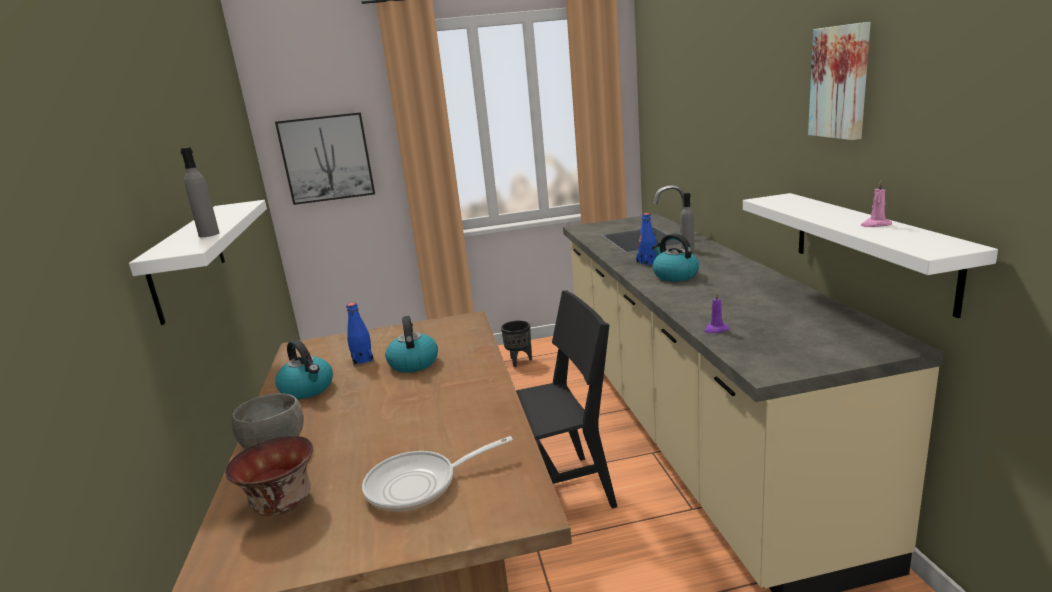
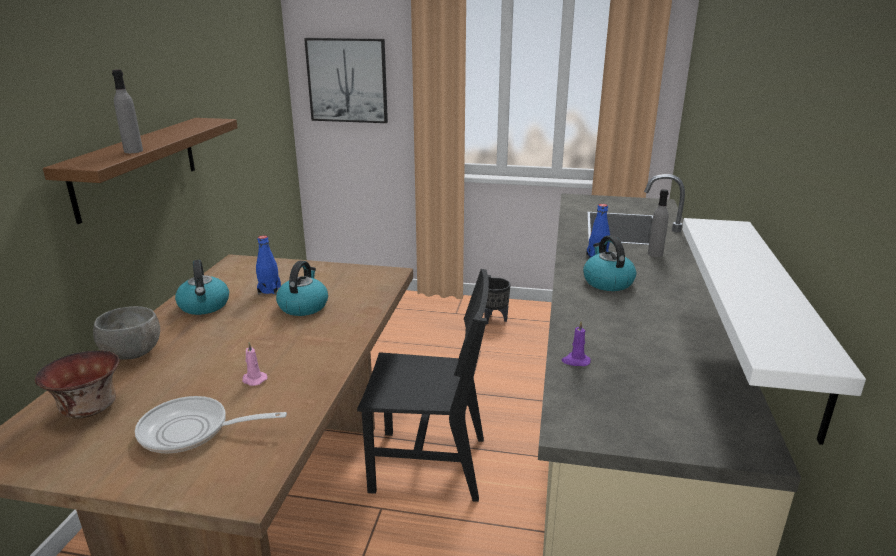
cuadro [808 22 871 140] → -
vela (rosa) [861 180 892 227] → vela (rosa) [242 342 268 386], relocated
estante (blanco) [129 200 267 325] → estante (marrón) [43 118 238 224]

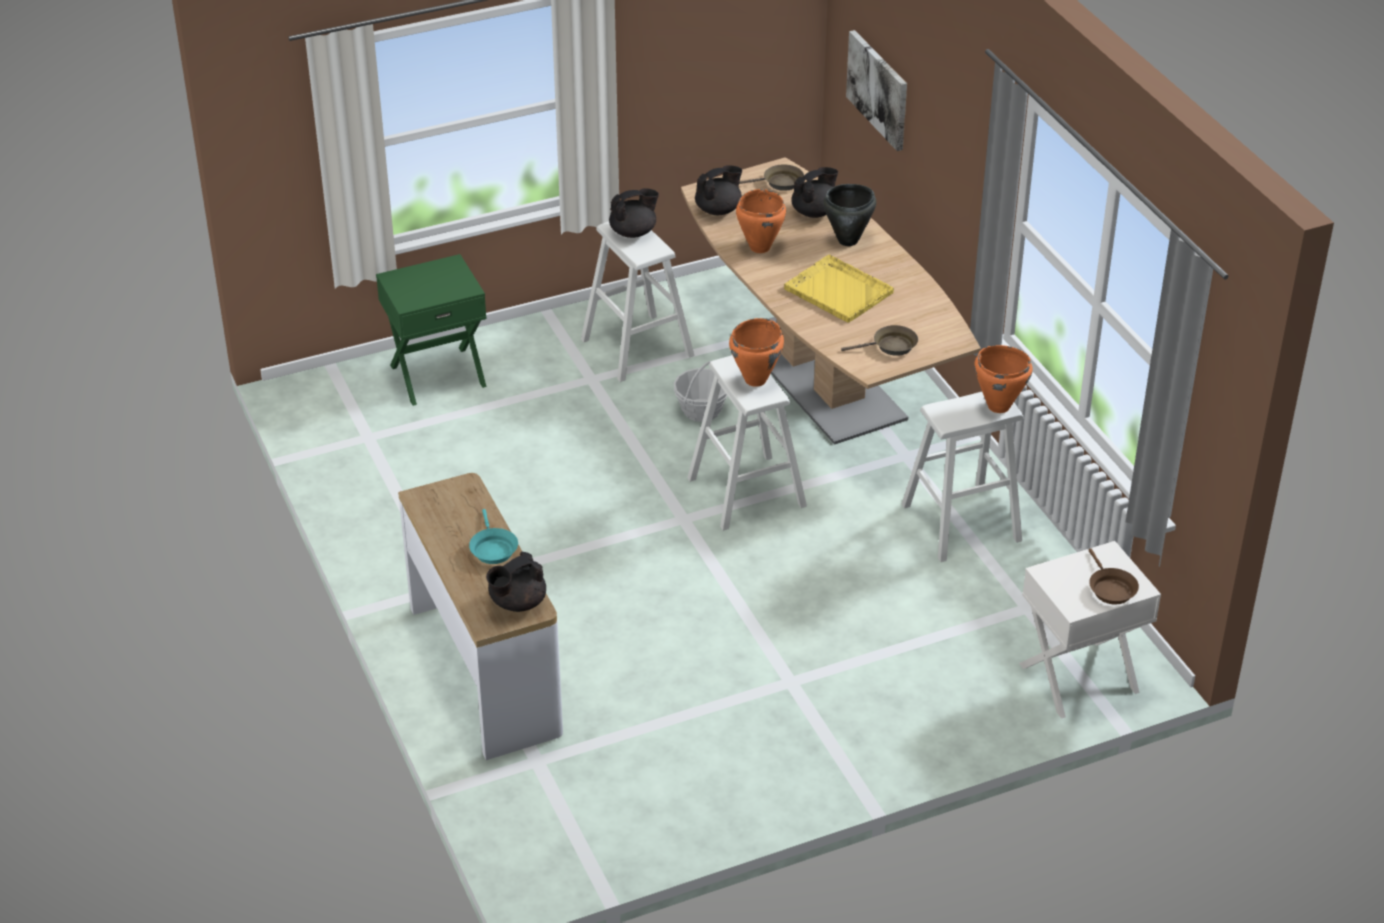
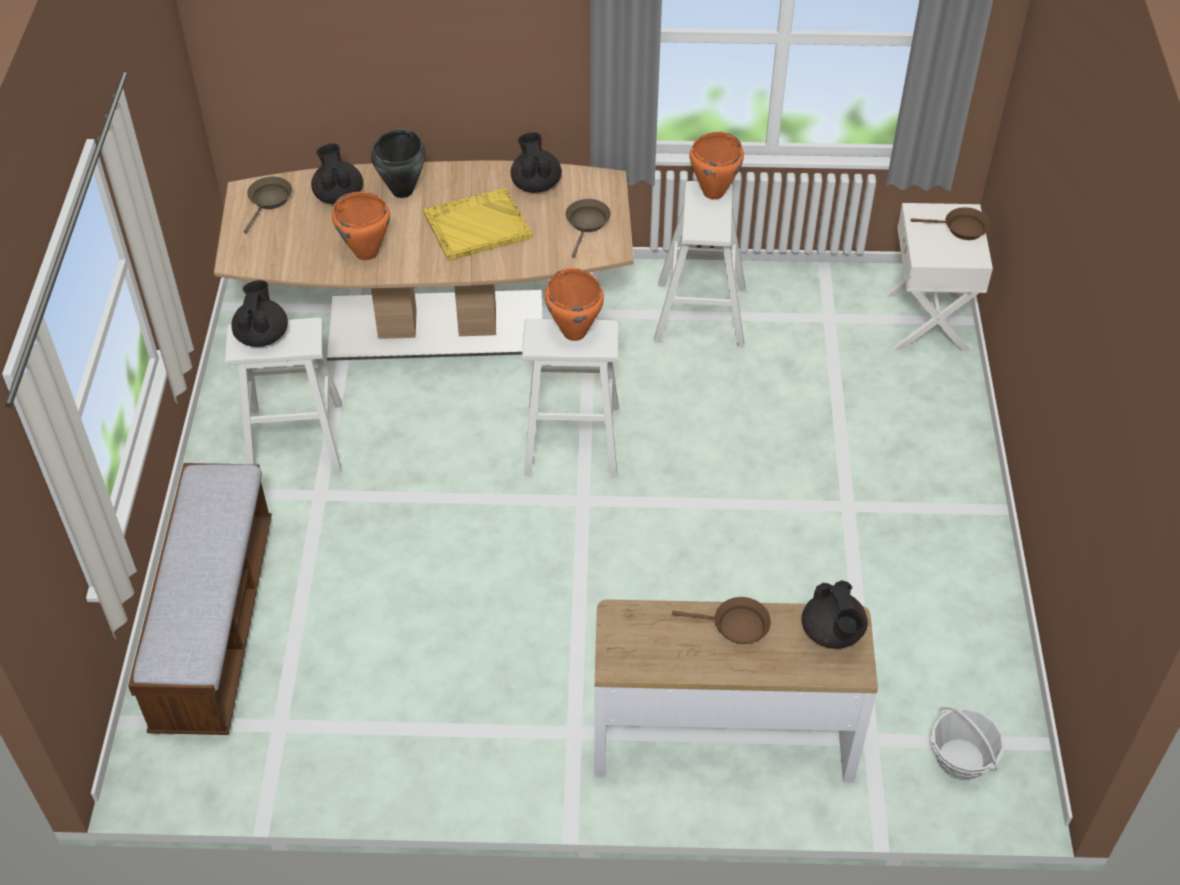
cuadro [846 30 907 151] → -
tetera (negro) [695 165 742 215] → tetera (negro) [511 132 562 193], relocated
mesita de noche (verde) [376 254 487 406] → banco [128 463 272 735]
cesta [674 361 727 422] → cesta [931 707 1005 780], relocated
sartén (turquesa) [469 509 518 564] → sartén (marrón) [672 597 771 644]

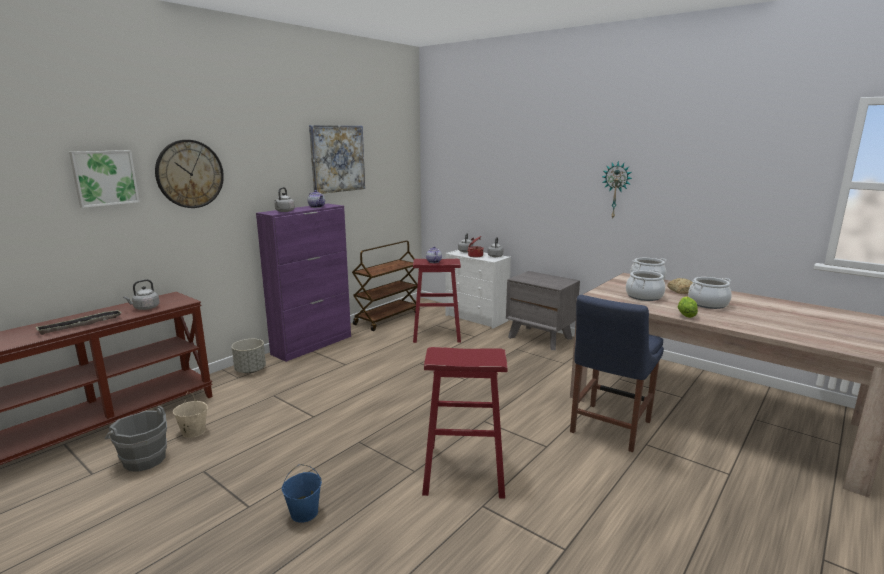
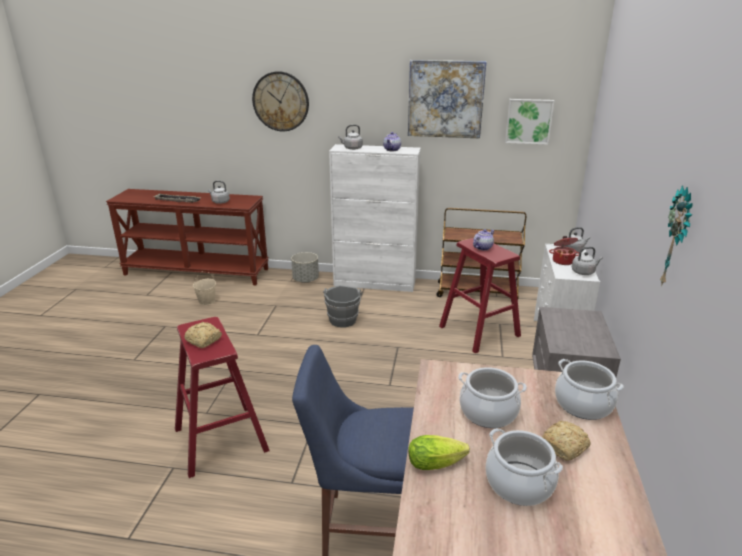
cuadro [69 150 140 208] → cuadro [505 99 554 145], relocated
armario (morado) [256 204 351 362] → armario (blanco) [329 144 421 292]
cubo (gris) [105 406 167 472] → cubo (gris) [323 285 362 328], relocated
cubo (azul) [282 464 322 523] → -
- → pan [185 322 222 348]

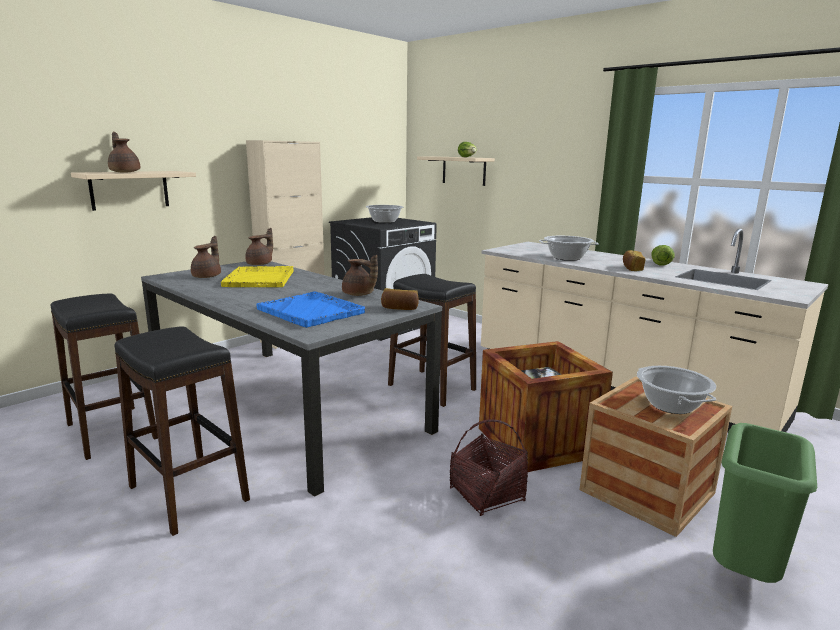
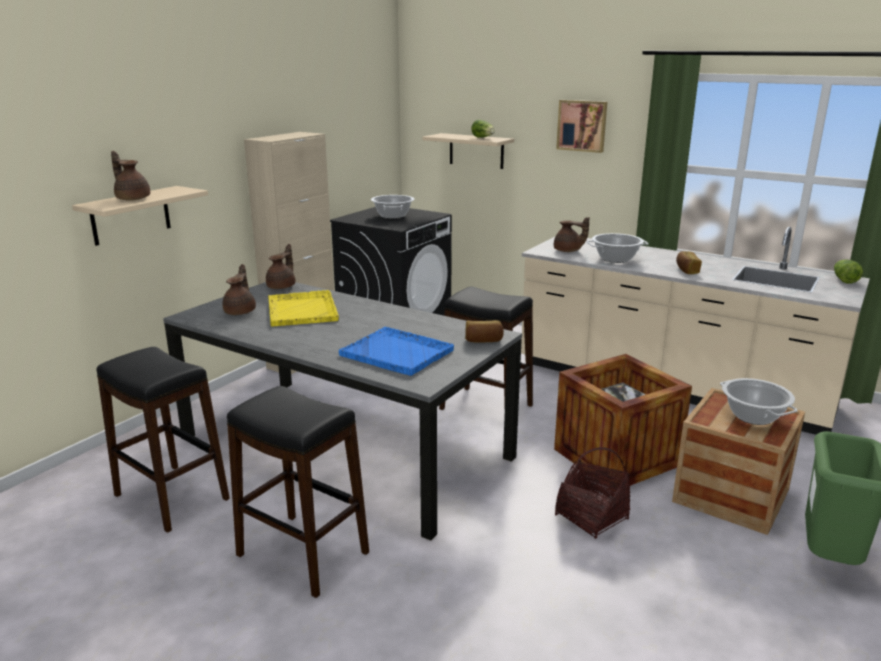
lechuga [651 245 675 266] → lechuga [834 260 863 284], relocated
tetera (marrón) [342 255 378 296] → tetera (marrón) [554 217 590 252], relocated
- → cuadro [556 100 607 153]

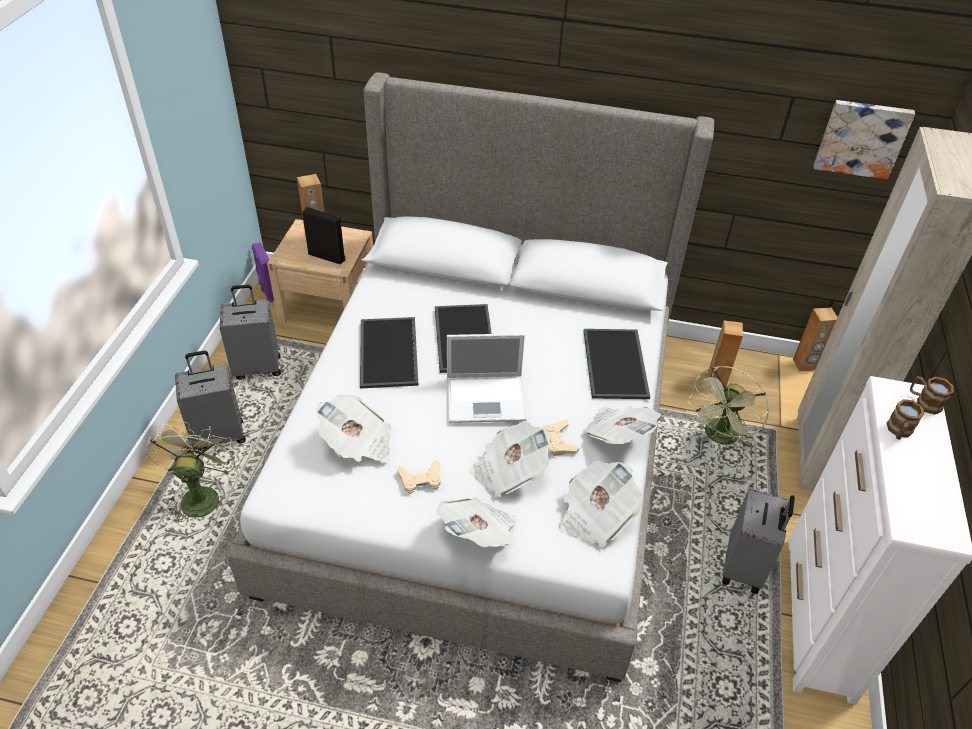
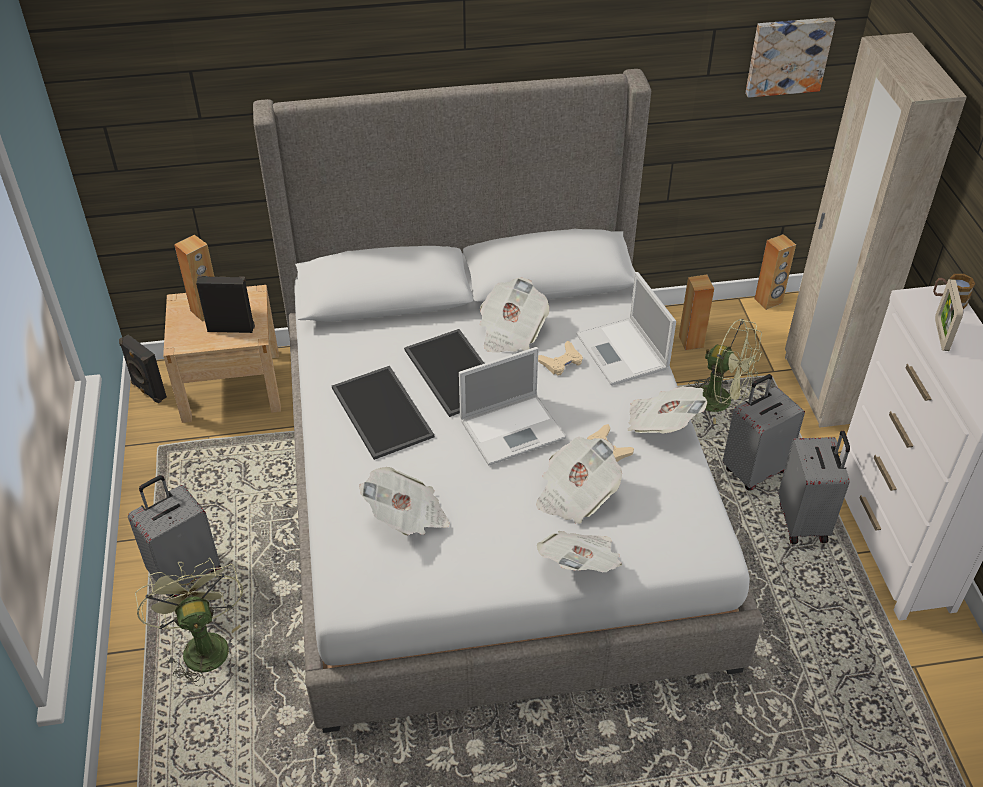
altavoz (morado) [252 242 274 302] → altavoz (negro) [119 334 167 403]
maleta (gris) [220 285 281 380] → maleta (gris) [722 374 805 491], relocated
bandeja [584 329 650 399] → portátil [576 272 676 386]
ventilador (verde) [687 366 769 449] → ventilador (verde) [688 319 762 424], 75 degrees counterclockwise
taza grande [887 399 924 440] → portarretratos [935 279 963 351]
mando de consola (beis) [397 460 441 494] → mando de consola (beis) [538 341 583 376], relocated
periódico [559 460 642 547] → periódico [480 277 549 353], relocated

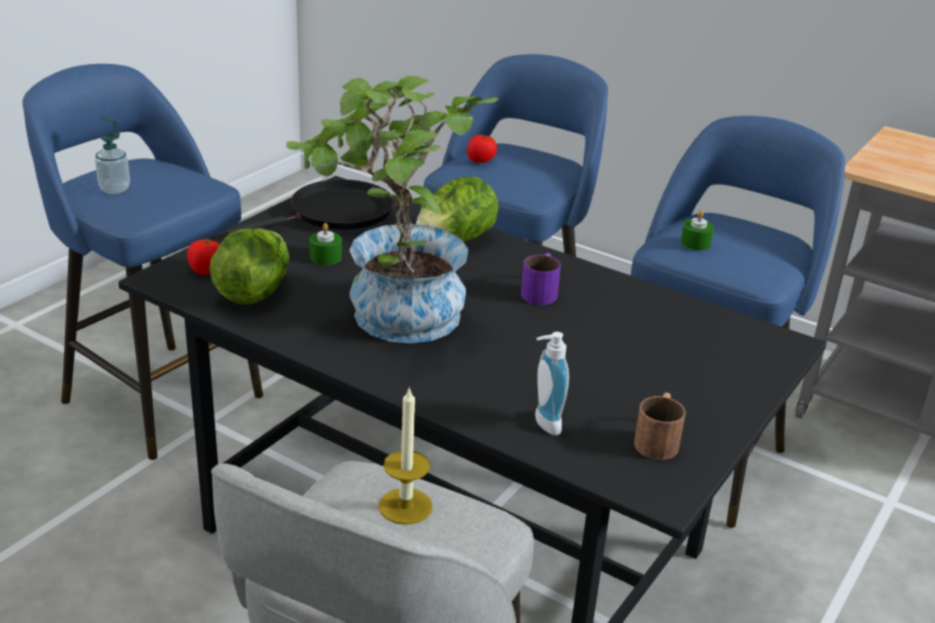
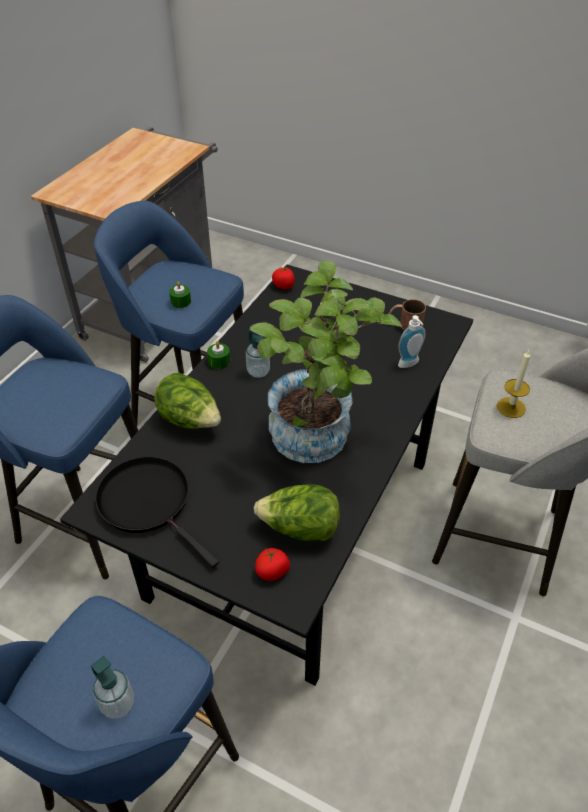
tomate [467 135 497 163] → tomate [272 267 295 290], relocated
vela (verde) [310 223 342 265] → vela (verde) [207 341 230 369], relocated
taza grande (morado) [521 253 561 305] → dispensador de jabón [246 323 270 377]

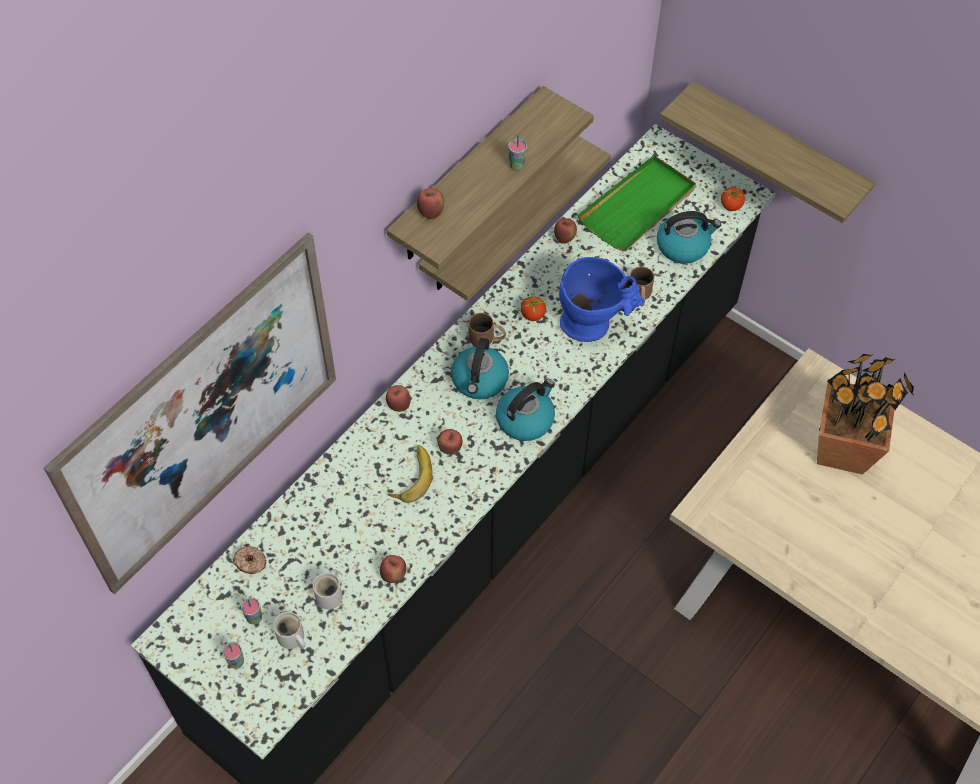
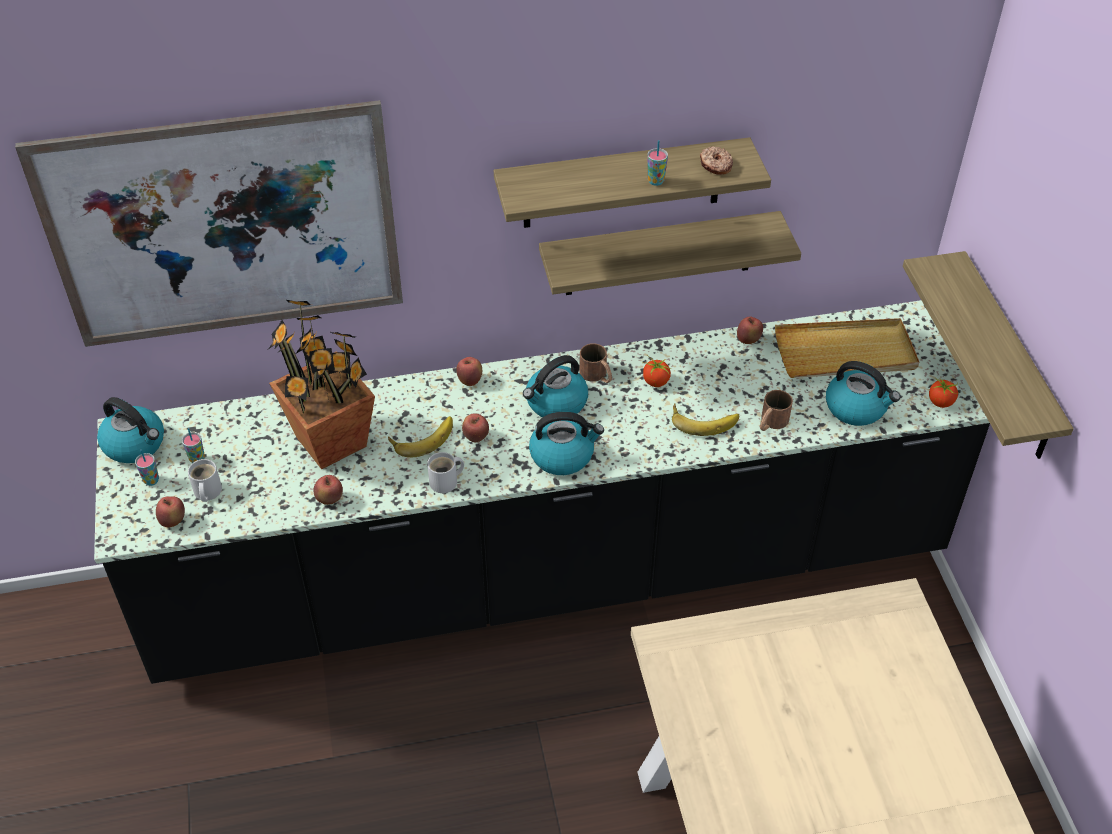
bandeja (verde) [578 155 696 251] → bandeja (beis) [775 318 919 378]
manzana [417 188 444 219] → manzana [156 496 185 528], relocated
florero (azul) [559 257 645 342] → plátano [672 404 739 436]
planta en maceta [817 354 914 475] → planta en maceta [268 300 375 469], relocated
rosquilla [233 546 266 574] → rosquilla [700 146 733 175], relocated
taza grande (blanco) [313 569 342 610] → taza grande (blanco) [427 452 464 493], relocated
- → hervidor [97 397 164 463]

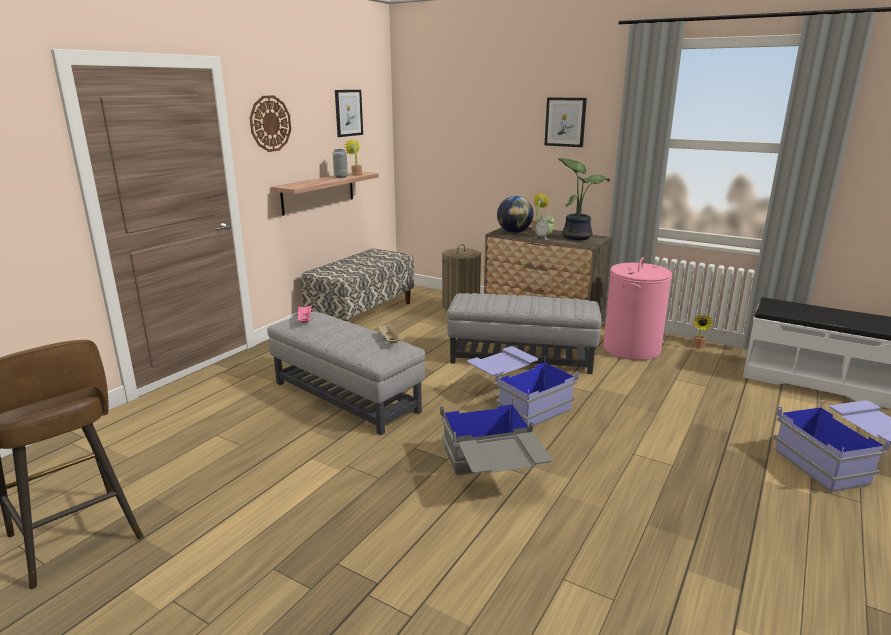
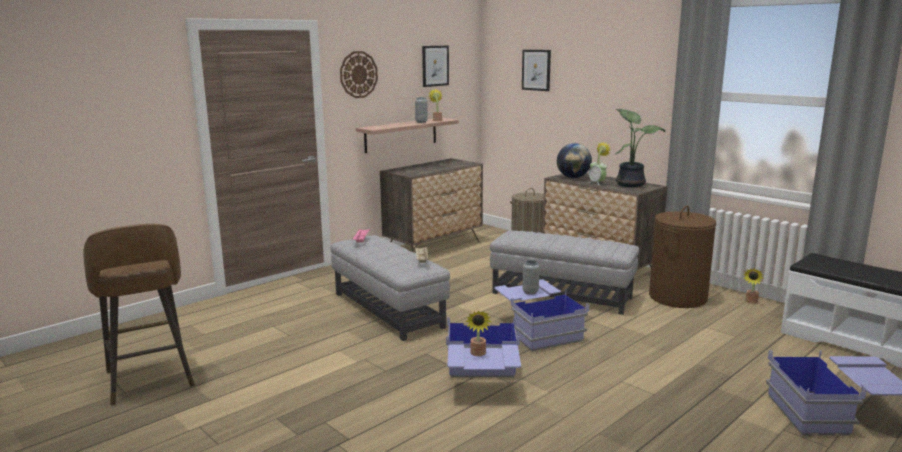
cuadro [544 97 587 147] → cuadro [522 50 551 91], relocated
banco [301 248 414 322] → cómoda [380 158 483 253]
cesto de la ropa (rosa) [603 257 672 360] → cesto de la ropa (marrón) [649 205 716 308]
caja de almacenaje (gris) [440 397 552 475] → caja de almacenaje (azul) [446 317 521 377]
- → florero (gris) [522 260 540 295]
- → planta en maceta [466 310 491 356]

